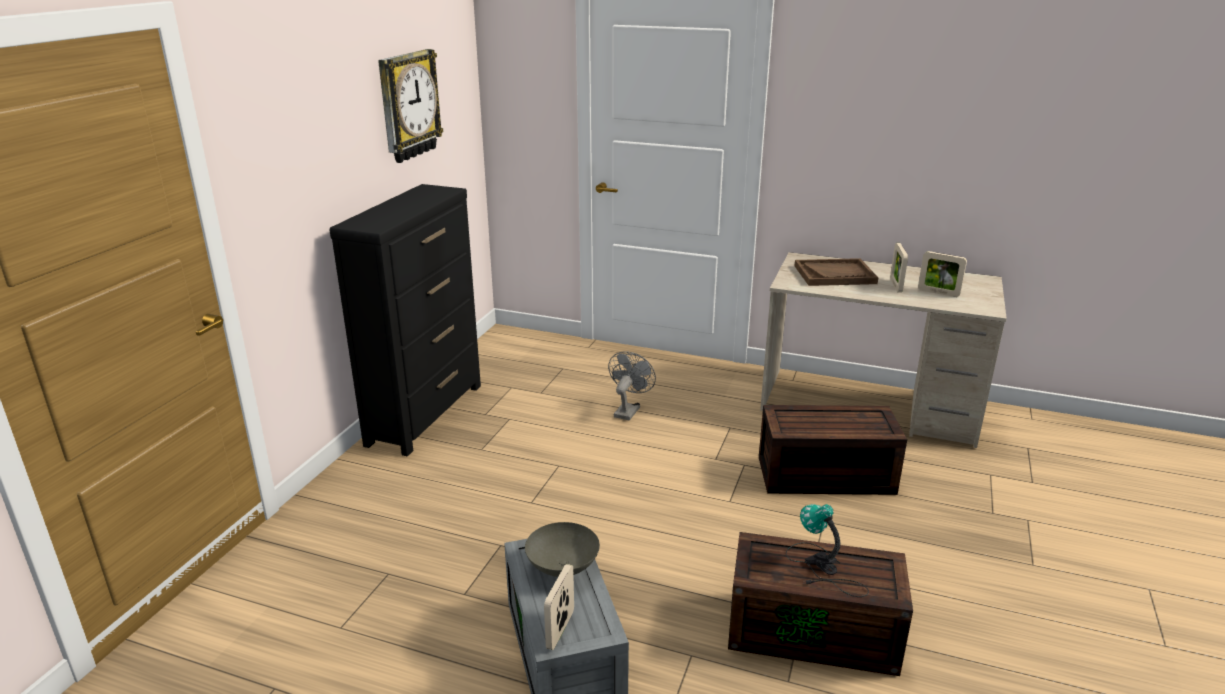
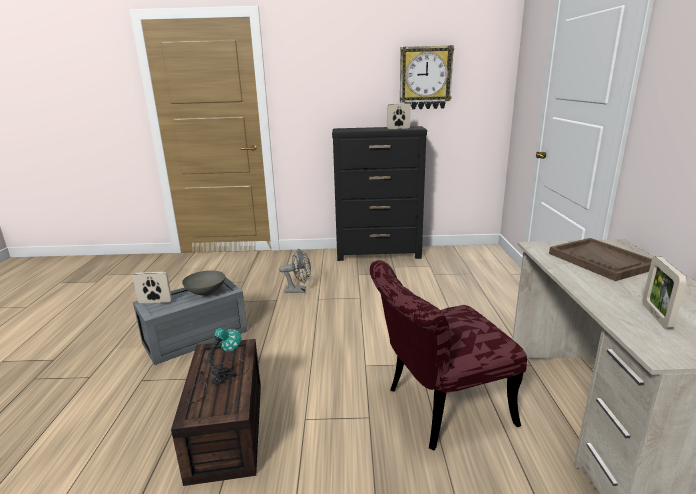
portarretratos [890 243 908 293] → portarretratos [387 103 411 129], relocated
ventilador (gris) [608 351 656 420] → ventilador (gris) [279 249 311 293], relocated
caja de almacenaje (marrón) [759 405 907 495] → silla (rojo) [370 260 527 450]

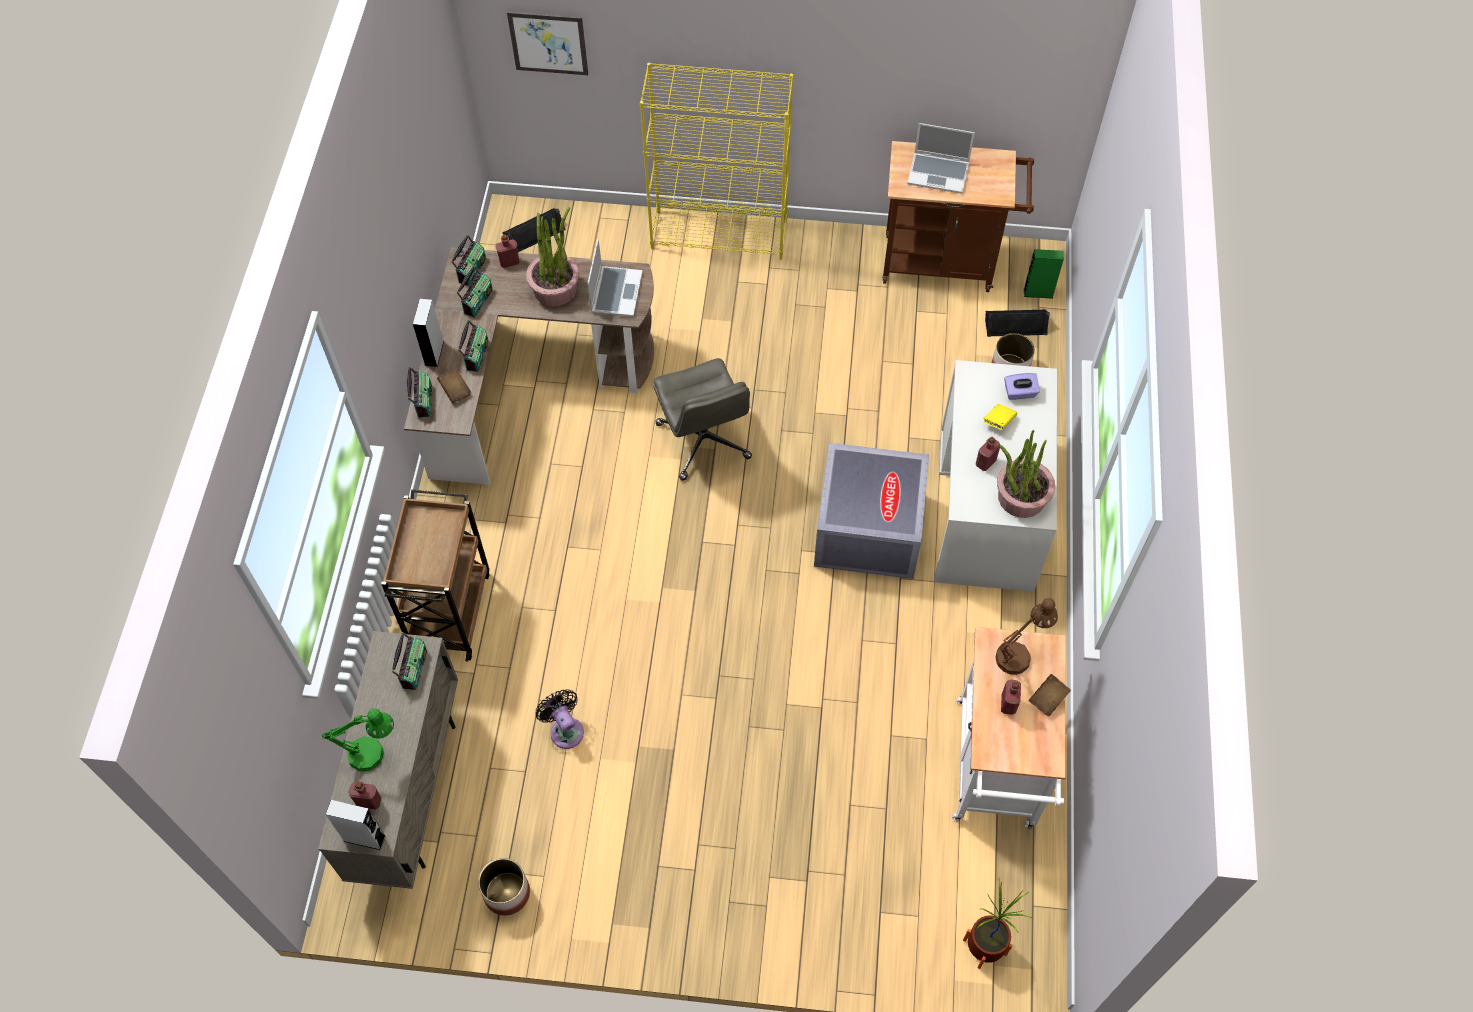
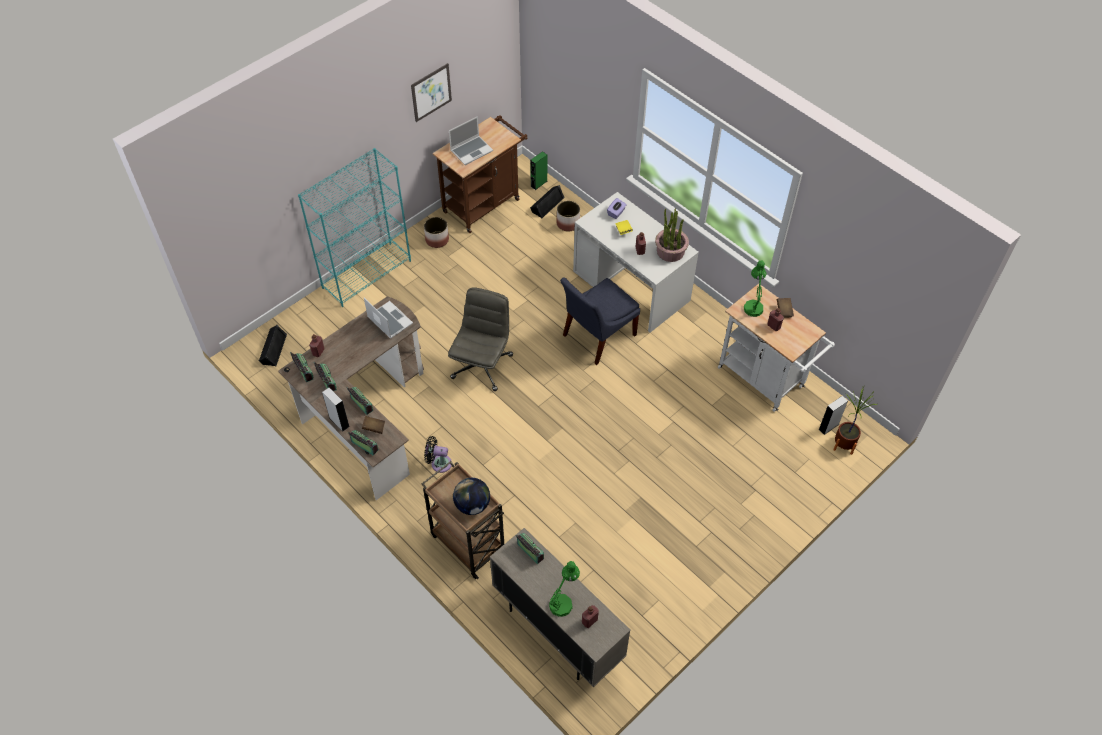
cuadro [507 12 588 75] → cuadro [411 63 452 122], relocated
estantería (amarillo) [640 63 793 260] → estantería (turquesa) [298 148 411 307]
planta en maceta [526 207 579 307] → -
silla de oficina (gris) [653 358 752 481] → silla de oficina (gris) [448 287 513 391], 90 degrees counterclockwise
caja de almacenaje (gris) [814 443 929 579] → silla (azul) [560 278 640 365]
lámpara de mesa (marrón) [995 598 1058 675] → lámpara de mesa (verde) [744 260 767 317]
ventilador (negro) [535 689 584 749] → ventilador (negro) [424 436 452 473], relocated
altavoz (gris) [325 800 386 850] → altavoz (gris) [819 396 848 435], relocated
maceta [478 858 530 915] → maceta [424 217 449 248], relocated
- → globo terráqueo [453 478 490 515]

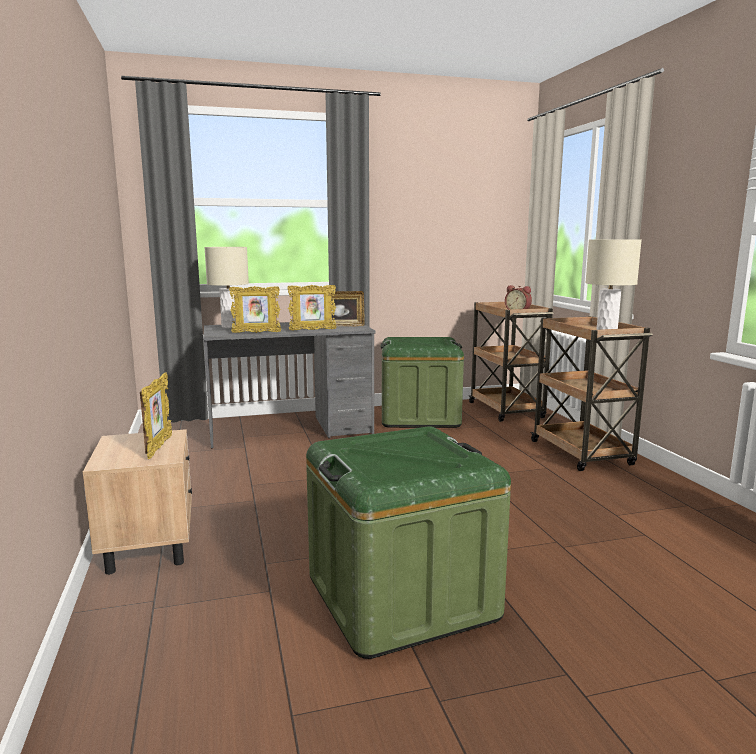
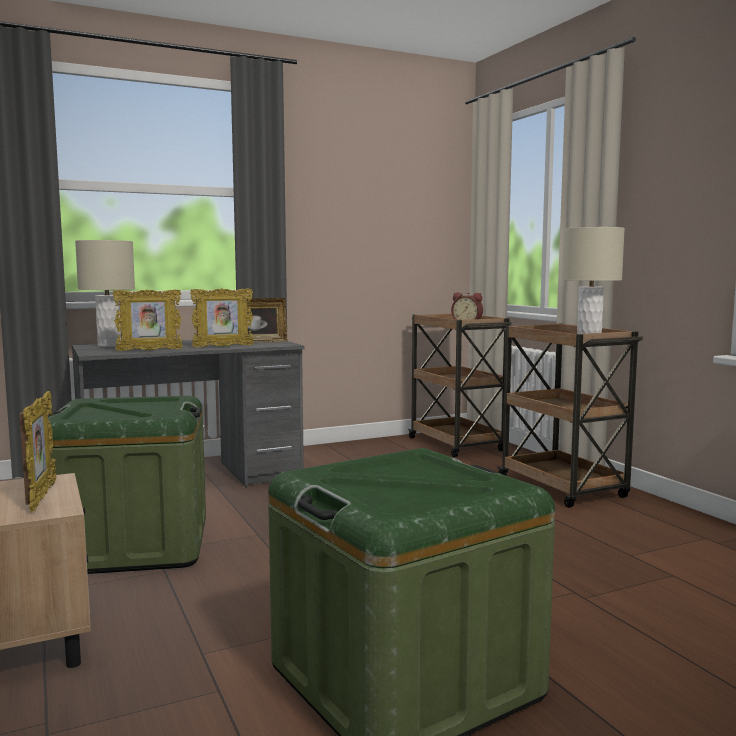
caja de almacenaje (verde) [381 337 464 428] → caja de almacenaje (verde) [48 396 206 574], relocated

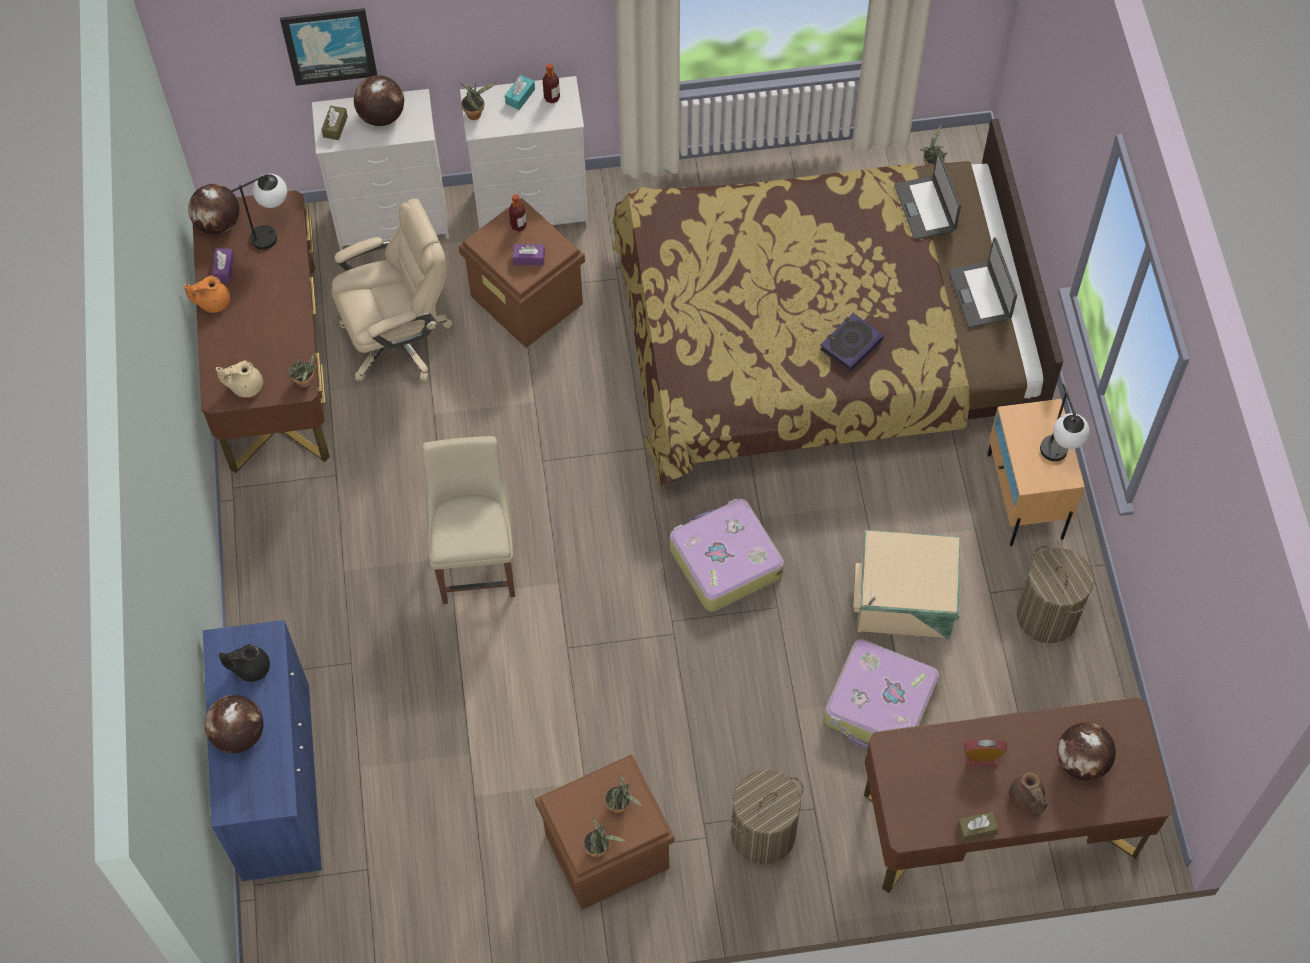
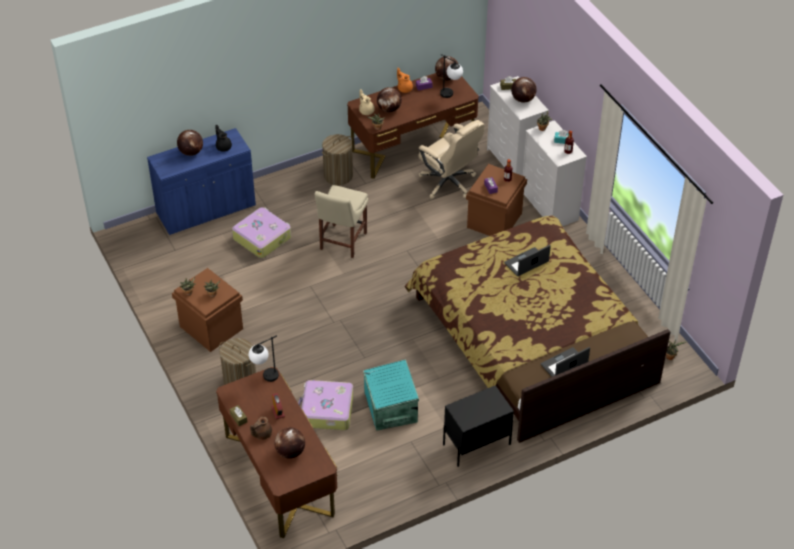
cuadro [280 8 377 86] → -
portátil [894 151 961 240] → portátil [504 245 551 276], relocated
libro [820 313 884 372] → -
lámpara de mesa [1040 384 1090 461] → lámpara de mesa [249 335 279 382], relocated
mesita de noche (beis) [987 399 1085 546] → mesita de noche (negro) [443 385 514 467]
silla (beis) [422 436 515 604] → silla (beis) [314 185 368 258], 135 degrees clockwise
maleta [670 498 784 612] → maleta [232 207 291 258], relocated
caja de almacenaje (beis) [853 530 961 639] → caja de almacenaje (turquesa) [363 359 419 431]
cesto de la ropa [1017 546 1094 643] → cesto de la ropa [322 134 353 186], relocated
- → globo terráqueo [377 87 402 112]

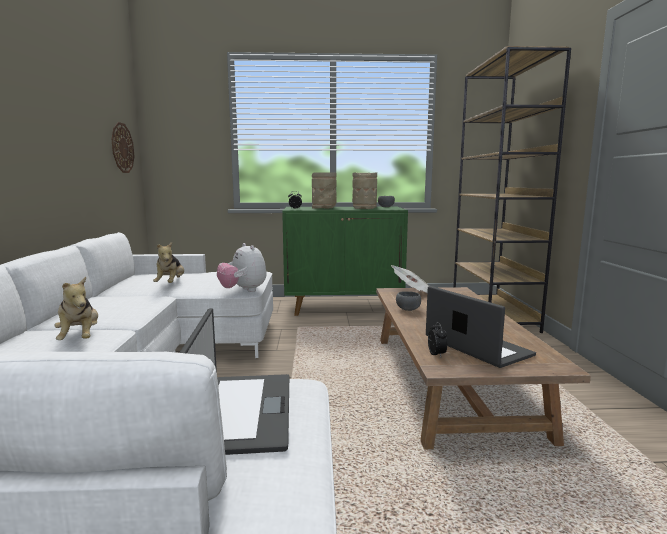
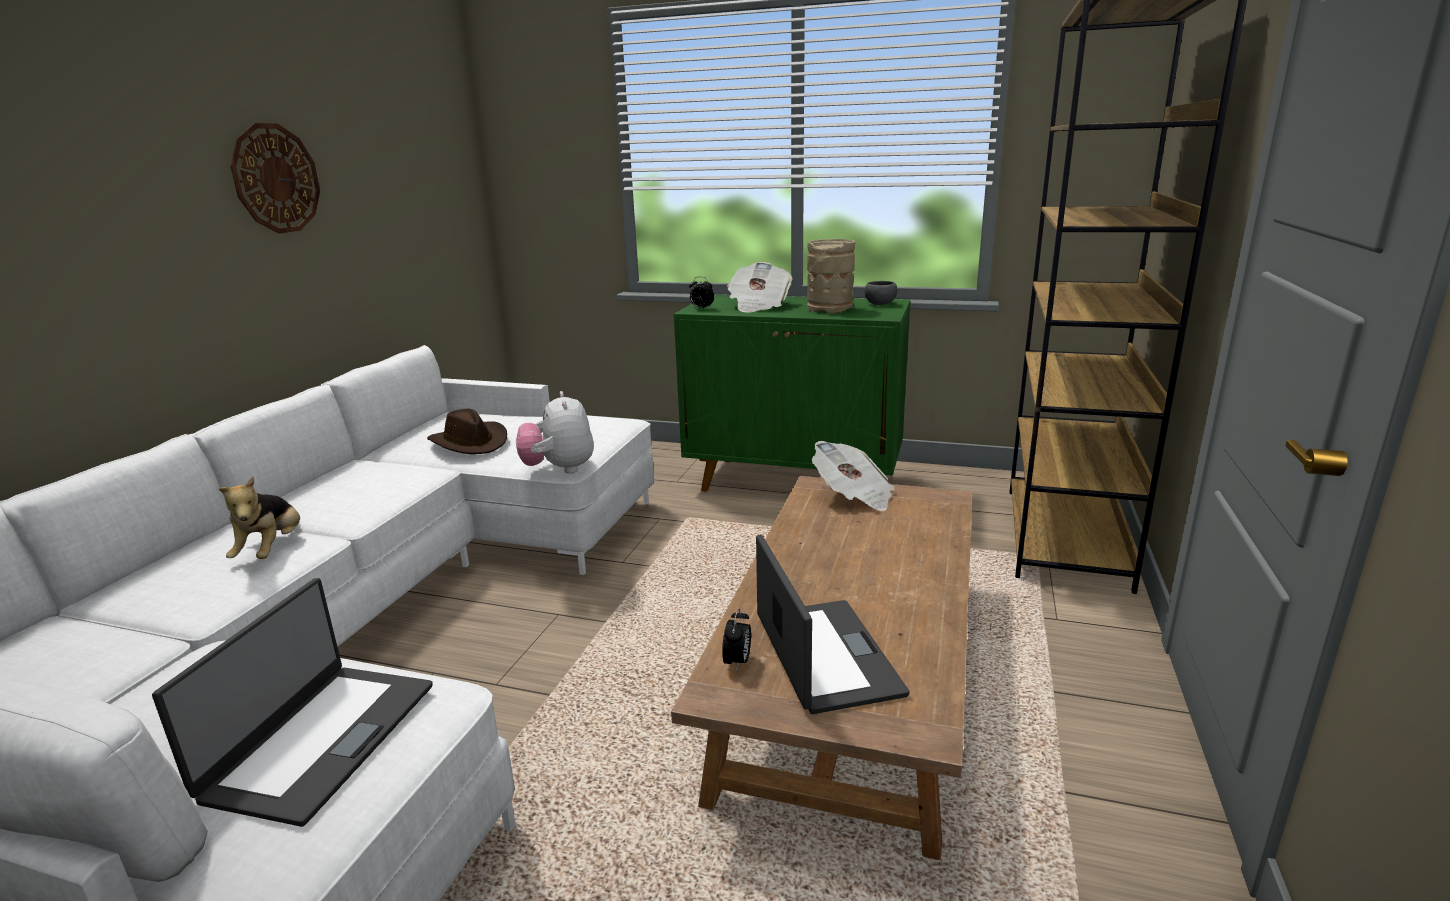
reloj de pared [111 122 134 173] → reloj de pared [230 123 320 234], relocated
florero (beis) [312 172 336 209] → periódico [727 262 793 313]
peluche [153 242 184 283] → sombrero (marrón) [427 409 507 454]
cuenco (gris) [396 291 421 311] → -

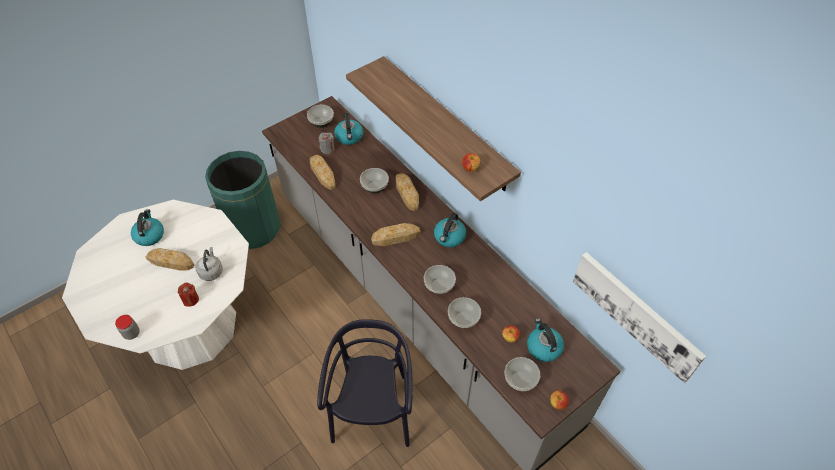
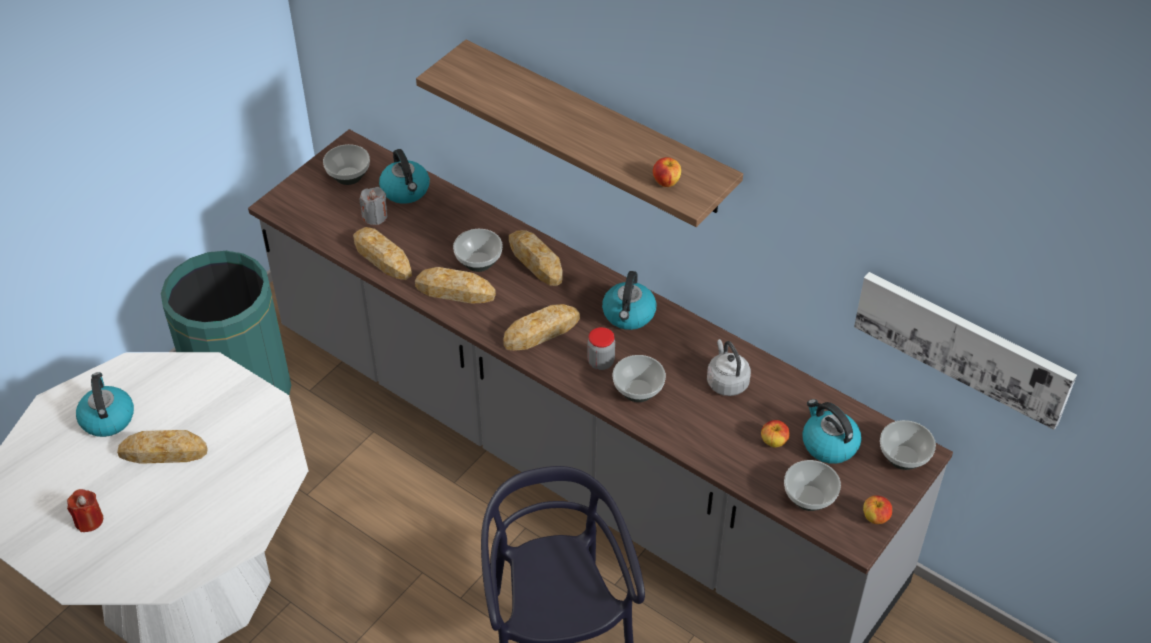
hervidor (gris) [196 247 223 281] → hervidor (gris) [707 339 751 396], relocated
vela (rojo) [178 283 199 307] → vela (rojo) [67 489 103 532], relocated
cuenco [448 297 481 328] → cuenco [880 420 936 470], relocated
tarro [115 315 140 340] → tarro [587 327 615 370], relocated
- → pan [415 267 496 304]

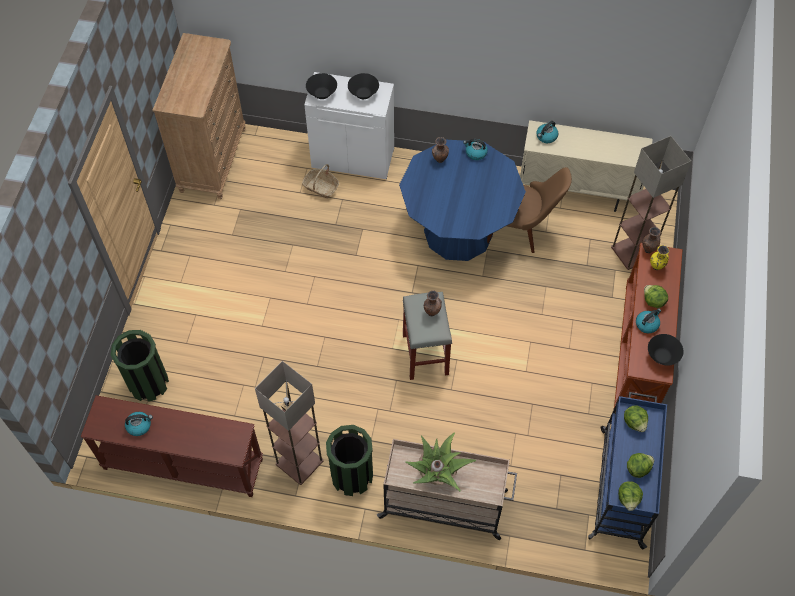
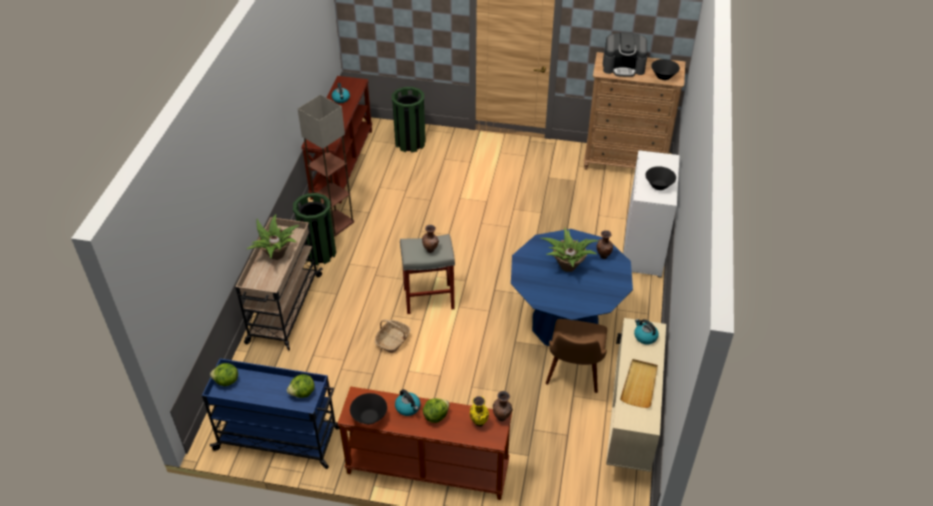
cuenco (negro) [306 73 337 99] → cuenco (negro) [651 59 680 80], relocated
lámpara de pie [611 136 691 270] → -
hervidor [463 139 488 160] → -
cesta [302 164 339 198] → cesta [375 320 411 353], relocated
lechuga [627 453 654 478] → -
- → cafetera [603 32 647 77]
- → planta en maceta [541 227 599 272]
- → bandeja (beis) [620 359 658 408]

